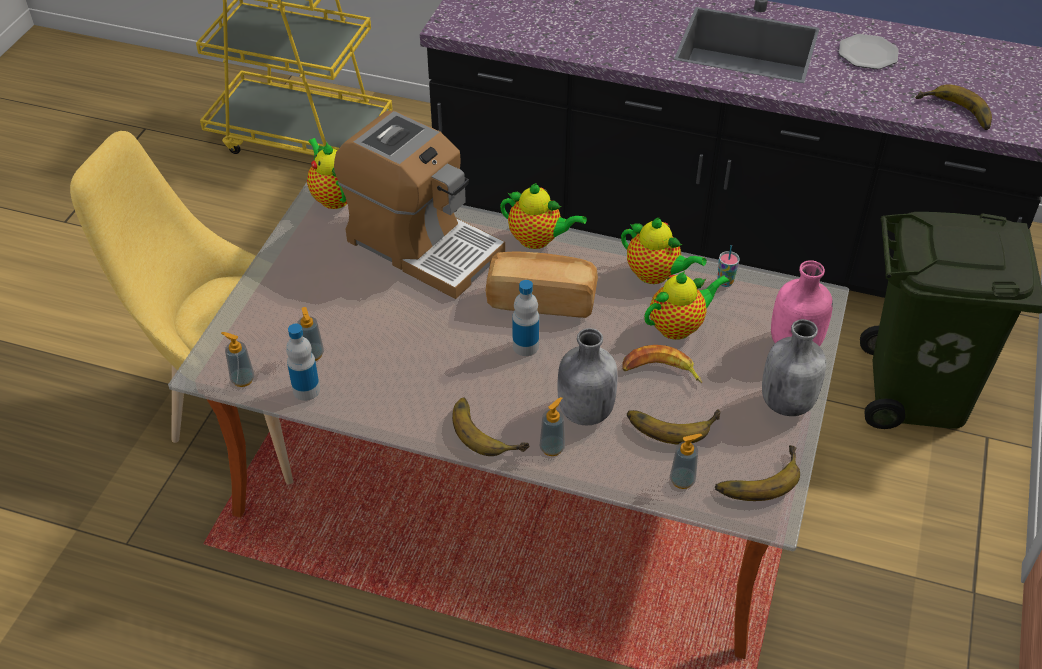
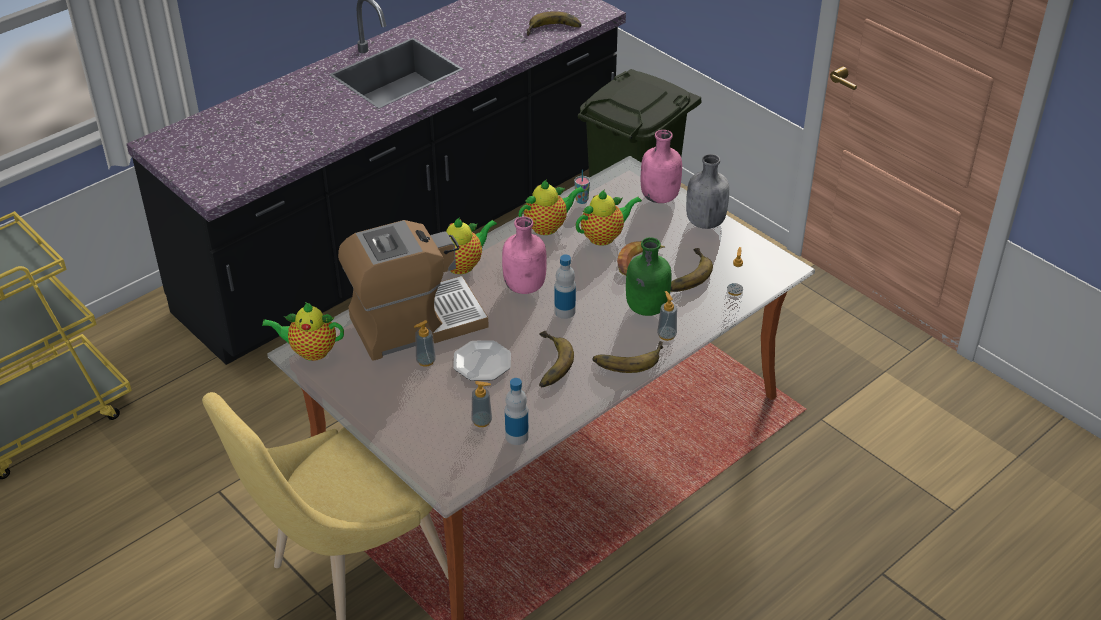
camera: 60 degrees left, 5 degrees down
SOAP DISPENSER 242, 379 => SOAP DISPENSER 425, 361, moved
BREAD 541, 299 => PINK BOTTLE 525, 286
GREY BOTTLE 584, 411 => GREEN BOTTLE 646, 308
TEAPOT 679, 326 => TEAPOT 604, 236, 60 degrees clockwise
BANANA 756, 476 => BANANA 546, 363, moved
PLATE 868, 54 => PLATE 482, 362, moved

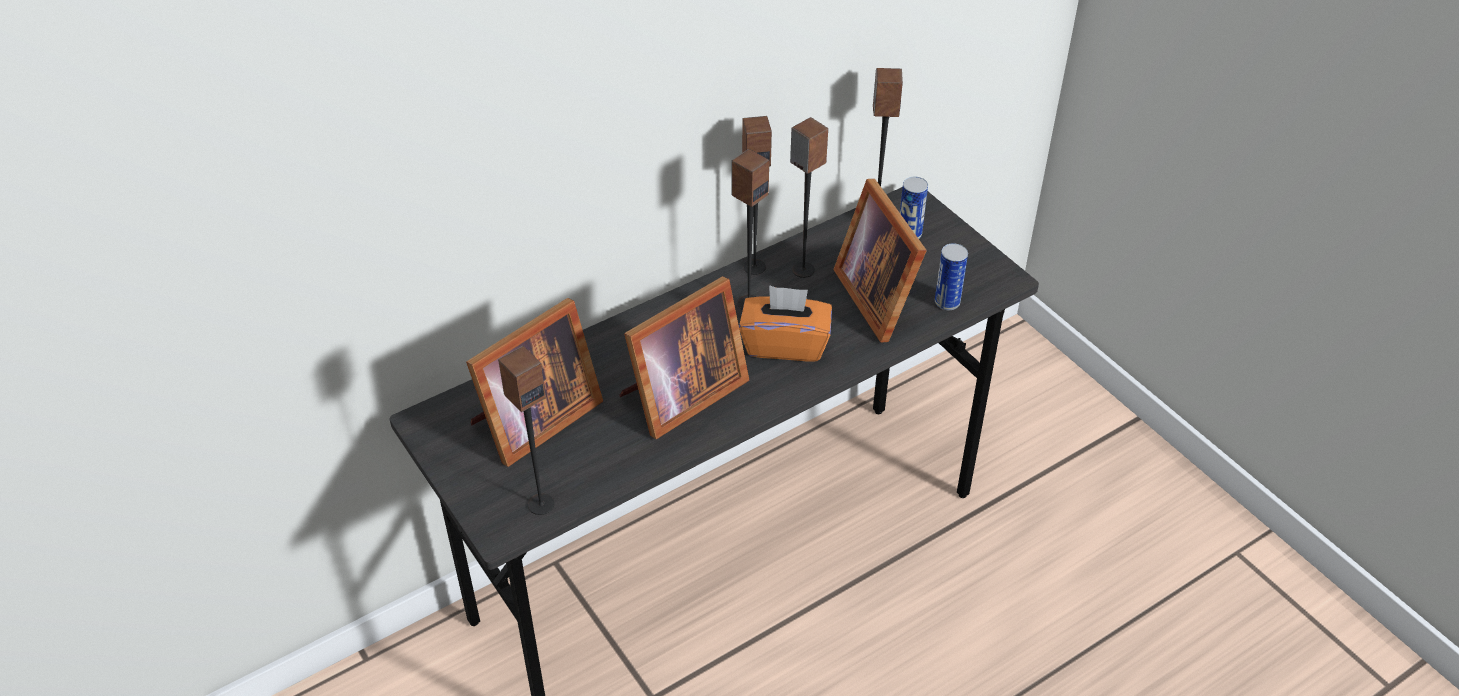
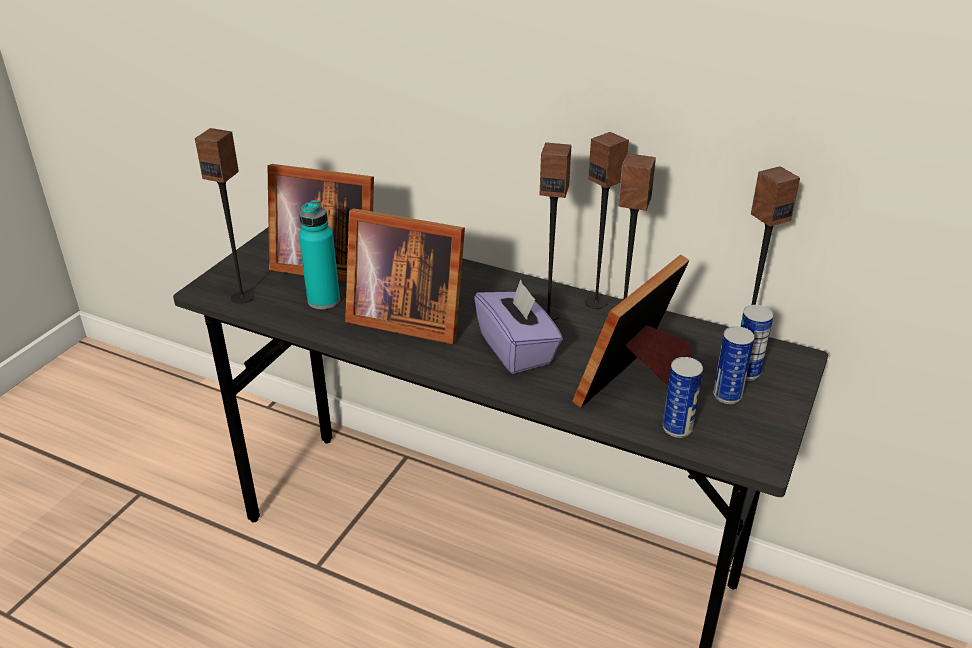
camera: 60 degrees right, 10 degrees down
ORANGE TISSUE BOX 785, 344 => PURPLE TISSUE BOX 517, 349
nothing => TURQUOISE BOTTLE 323, 300
nothing => CAN 727, 395

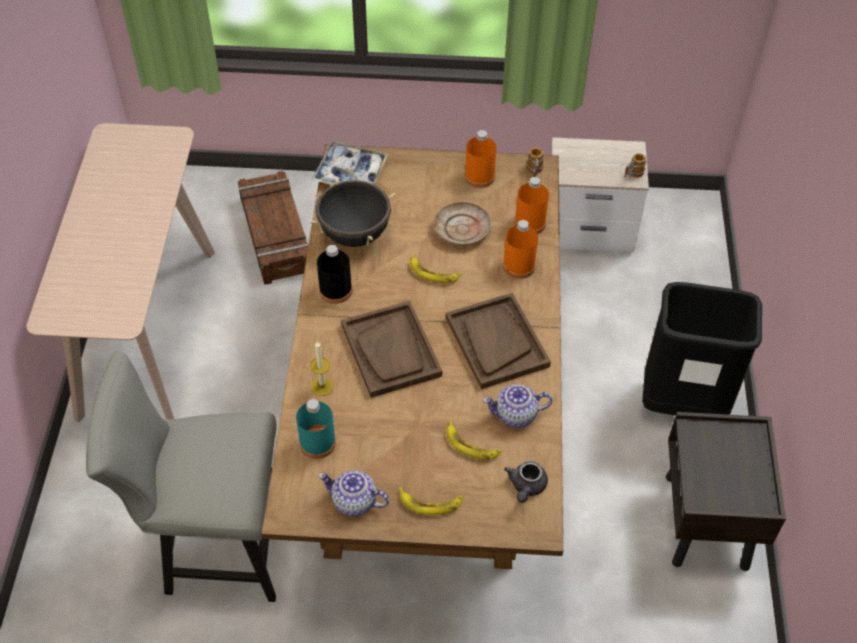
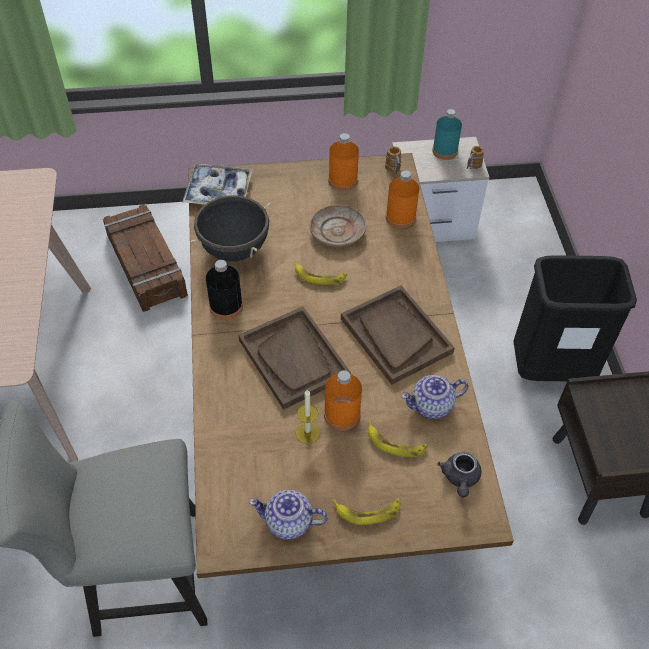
camera: 10 degrees left, 0 degrees up
TURQUOISE BOTTLE 317, 443 => TURQUOISE BOTTLE 445, 151, moved
CANDLE 322, 386 => CANDLE 307, 433, moved
ORANGE BOTTLE 518, 266 => ORANGE BOTTLE 342, 415, moved

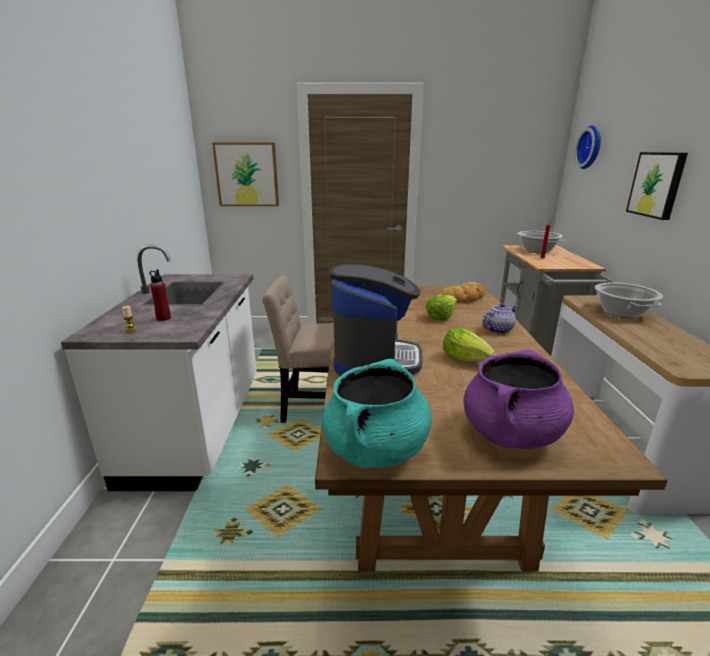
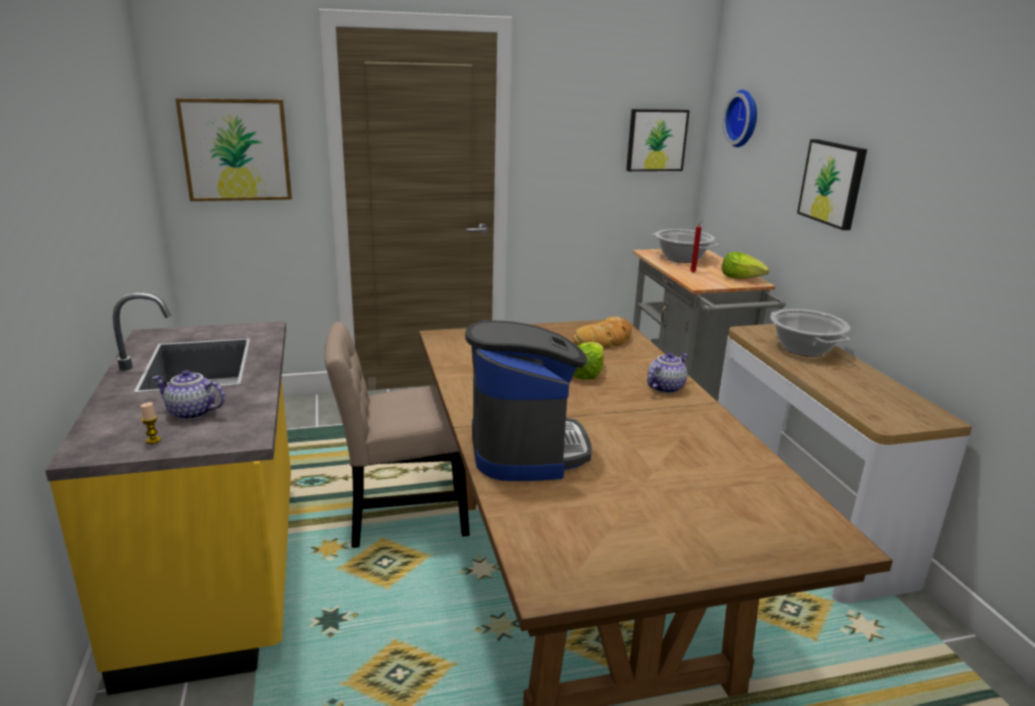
camera: 15 degrees left, 0 degrees up
WHITE COUNTER 199, 428 => YELLOW COUNTER 221, 574
RED BOTTLE 163, 318 => TEAPOT 191, 413
TURQUOISE COOKING POT 375, 450 => nothing
LETTUCE 466, 359 => LETTUCE 741, 278, moved
PURPLE COOKING POT 511, 434 => nothing
nothing => PICTURE 656, 140

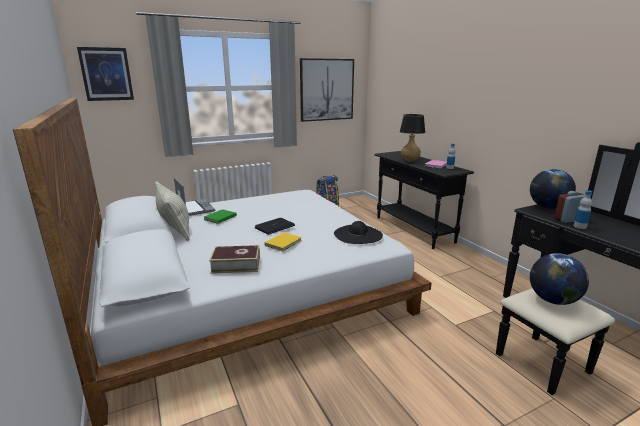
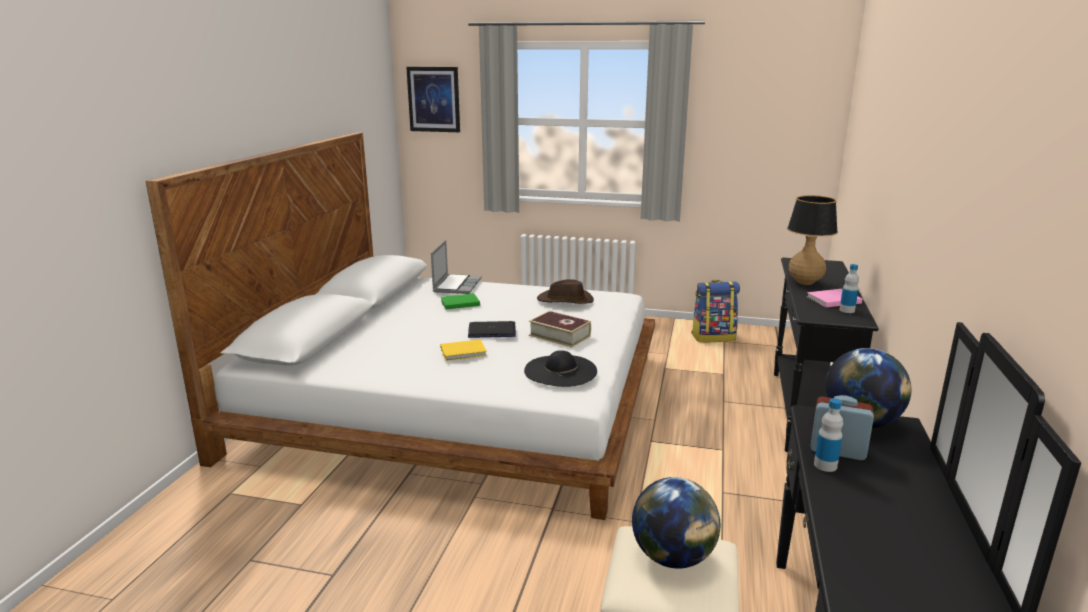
camera: 40 degrees right, 0 degrees up
PILLOW 175, 228 => nothing
BOOK 236, 265 => BOOK 559, 335, moved
PICTURE 327, 90 => nothing
nothing => BROWN HAT 565, 300

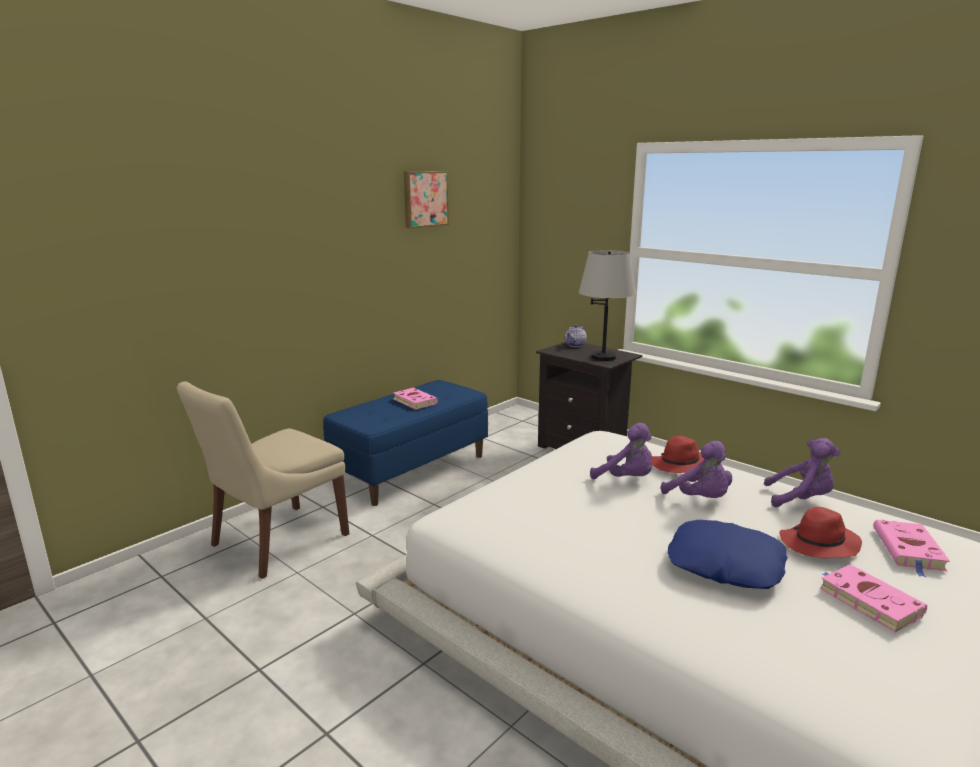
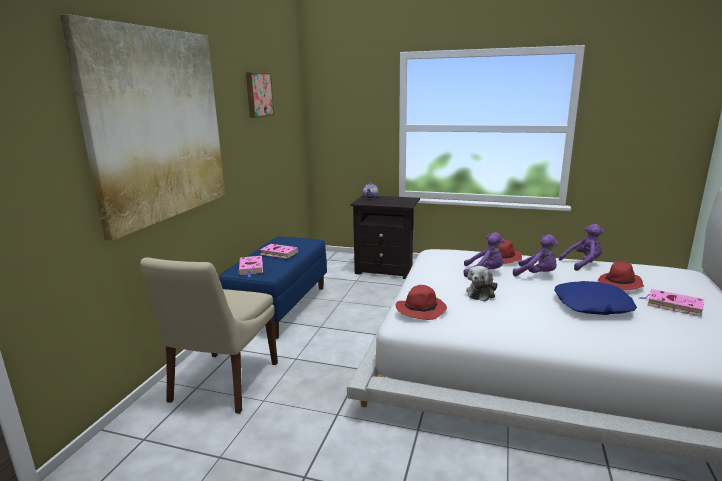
camera: 25 degrees left, 0 degrees up
GREY TABLE LAMP 603, 357 => nothing
PINK BOOK 909, 551 => PINK BOOK 251, 268, moved
nothing => PICTURE 158, 126
nothing => RED HAT 421, 309
nothing => PLUSH TOY 481, 293

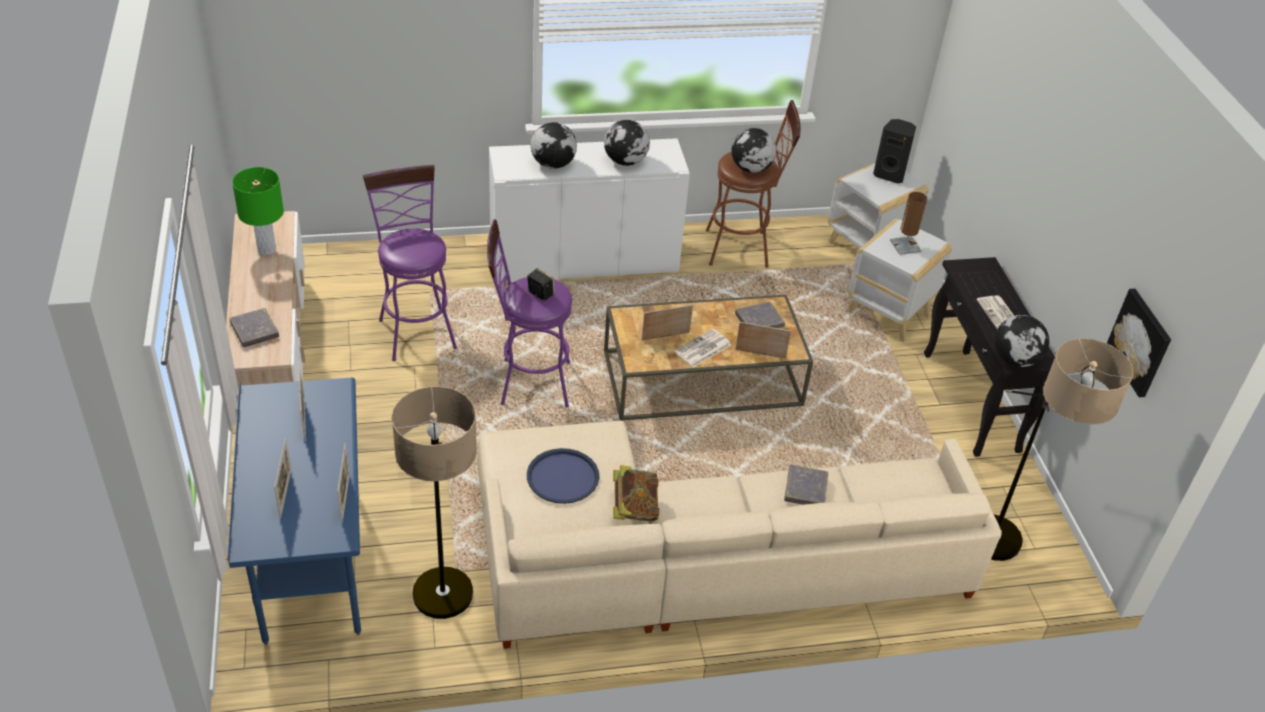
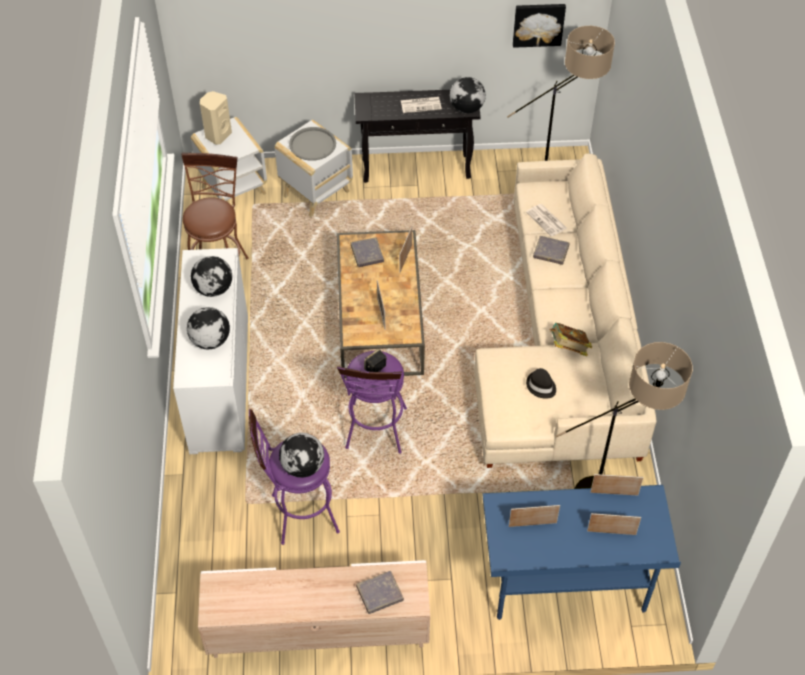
camera: 80 degrees left, 10 degrees up
GREEN TABLE LAMP 267, 249 => nothing
BLUE TRAY 562, 477 => BLACK HAT 541, 386
NEWSPAPER 702, 349 => NEWSPAPER 547, 220, moved
GLOBE 750, 169 => GLOBE 303, 467, moved
BLACK SPEAKER 890, 175 => BEIGE SPEAKER 217, 135
BROWN TABLE LAMP 905, 246 => GREY TRAY 312, 144

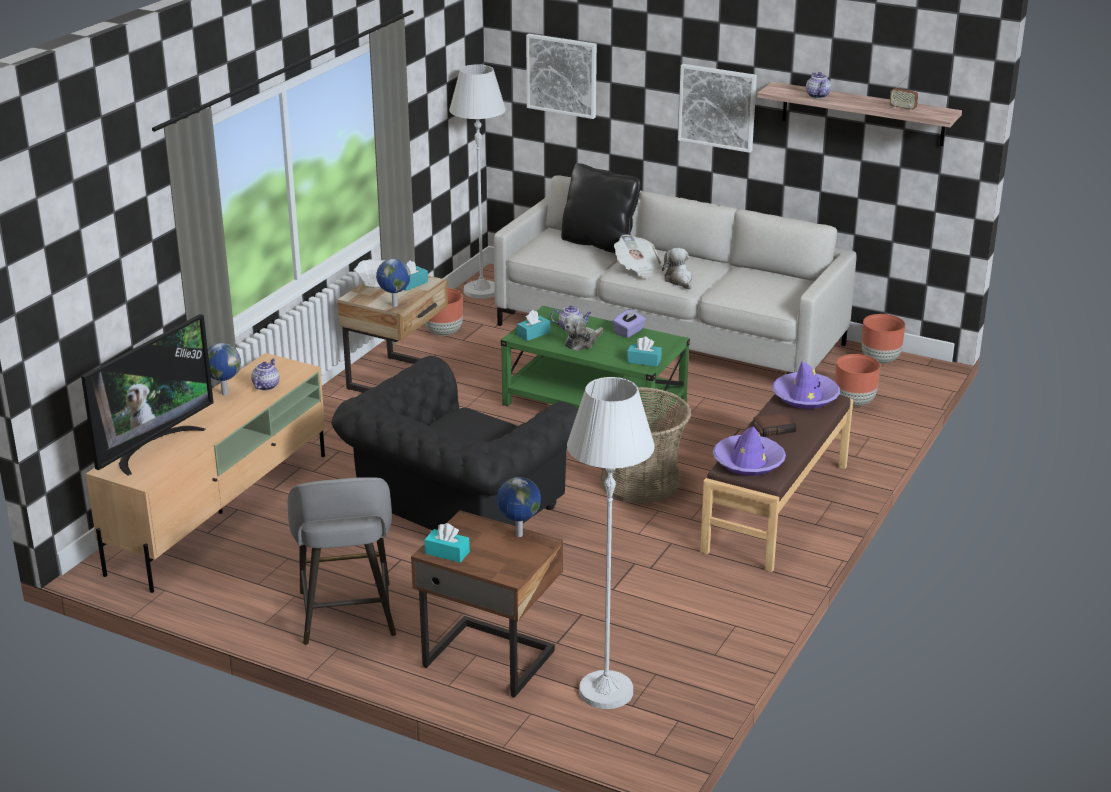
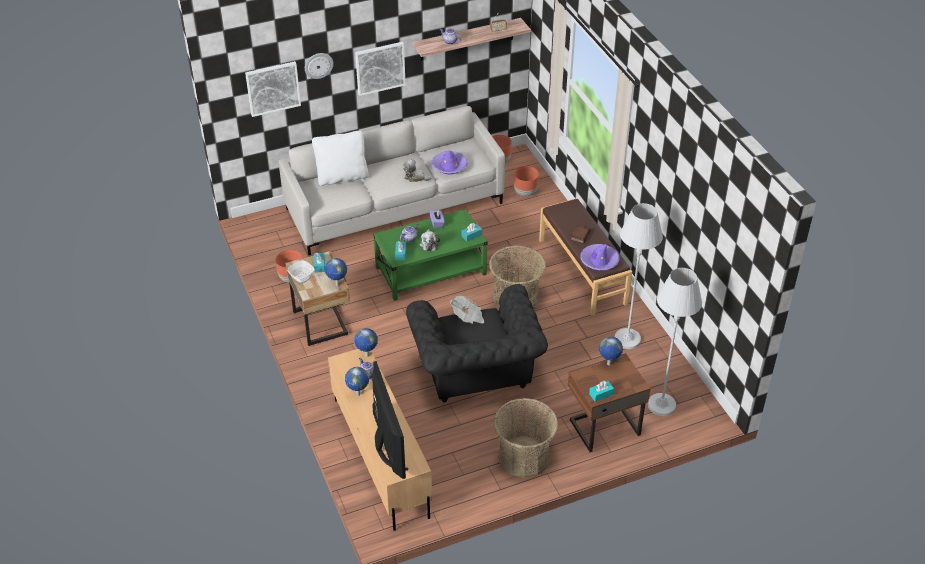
camera: 50 degrees left, 15 degrees up
GREY STOOL 347, 616 => BASKET 524, 457
WHITE FLOOR LAMP 481, 291 => WHITE FLOOR LAMP 627, 339, moved
BLACK PILLOW 599, 244 => WHITE PILLOW 342, 177
NEWSPAPER 638, 269 => NEWSPAPER 467, 317, moved
PURPLE HAT 805, 397 => PURPLE HAT 449, 166, moved
nothing => WALL CLOCK 318, 65
nothing => GLOBE 367, 355

